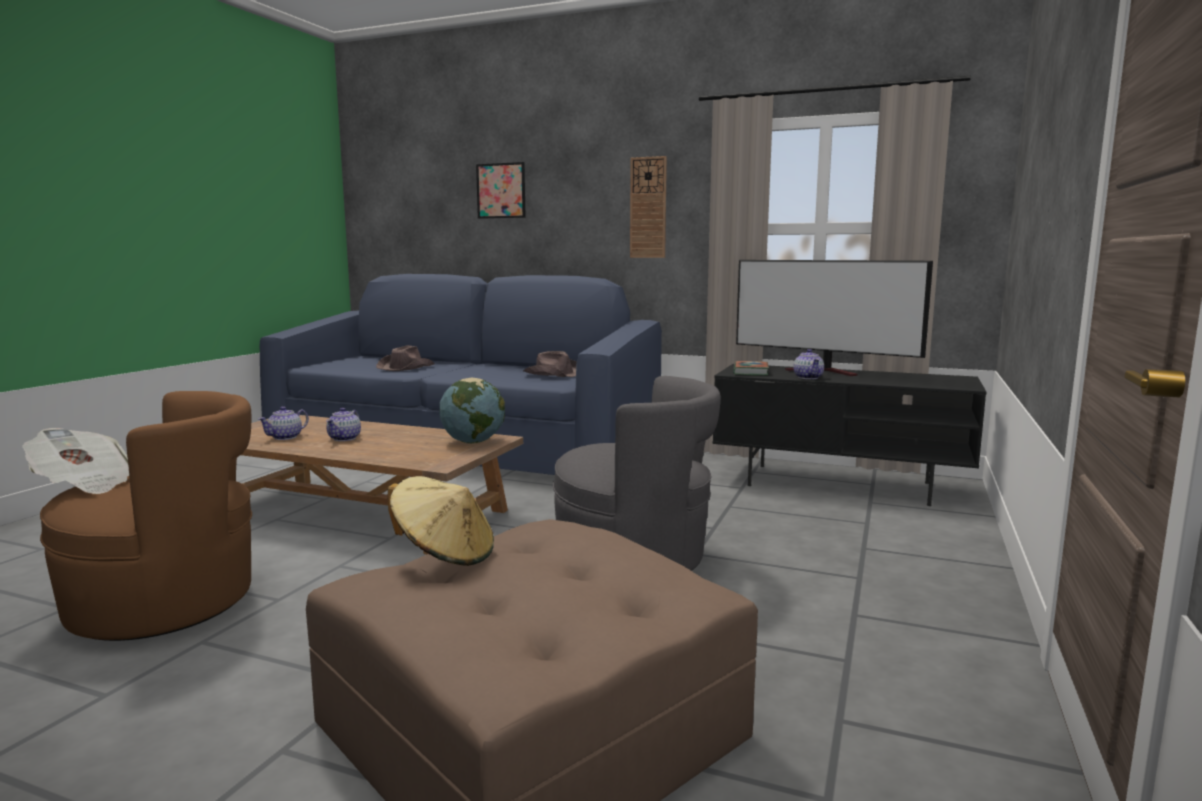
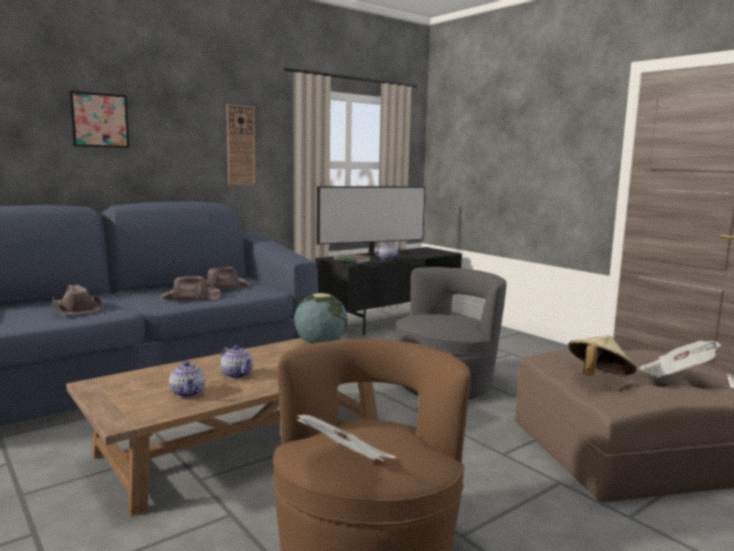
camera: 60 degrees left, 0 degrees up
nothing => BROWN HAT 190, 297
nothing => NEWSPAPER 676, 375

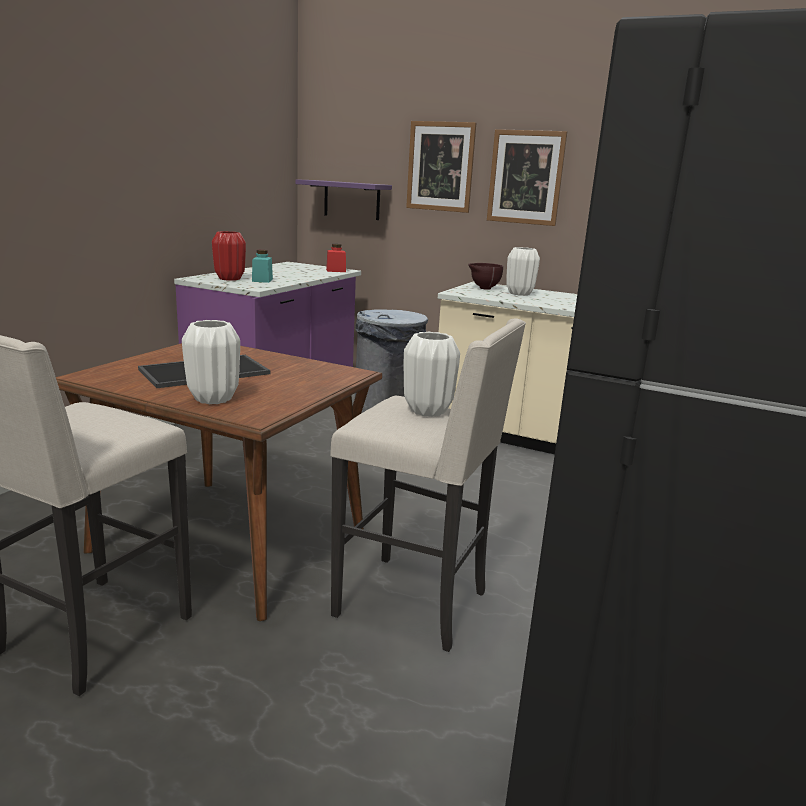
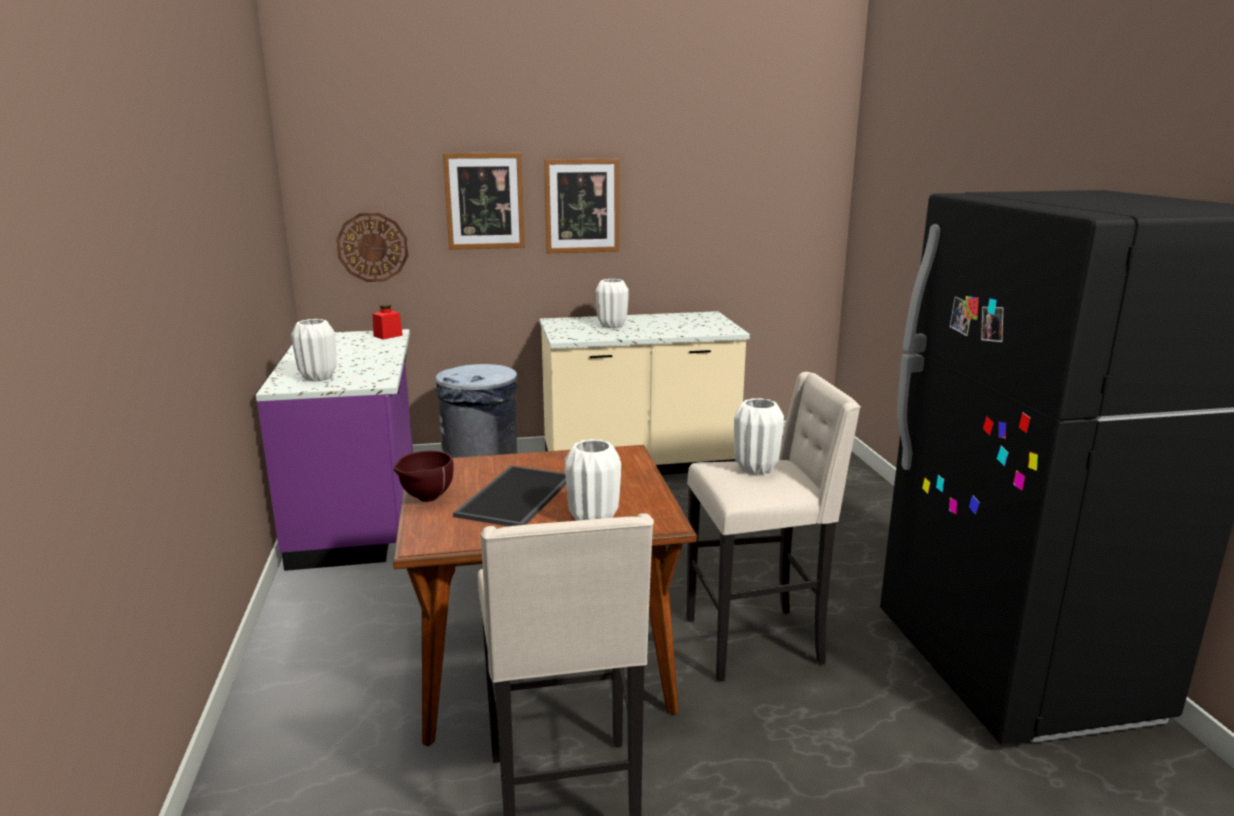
camera: 35 degrees left, 0 degrees up
RED VASE 229, 279 => WHITE VASE 318, 378
TURQUOISE JAR 262, 280 => nothing
PURPLE SHELF 352, 200 => WALL CLOCK 372, 247
BROWN BOWL 483, 288 => BROWN BOWL 425, 499, moved

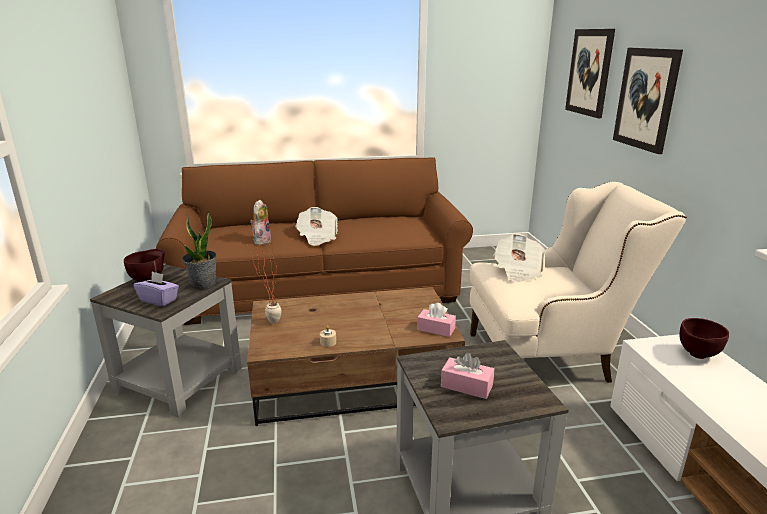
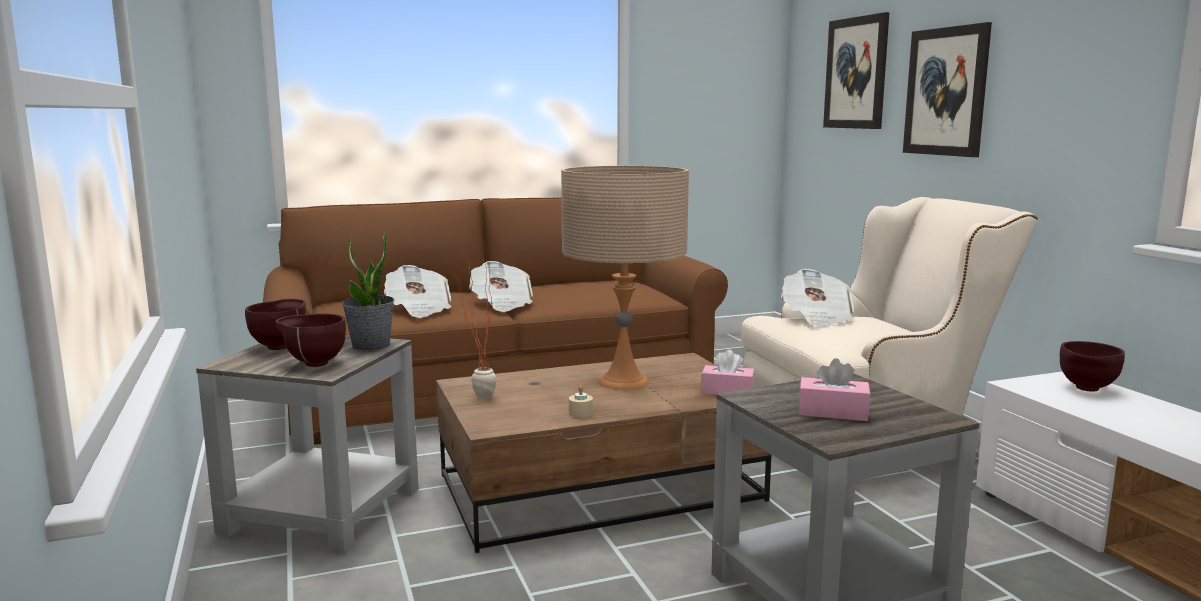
camera: 10 degrees left, 10 degrees down
PURPLE TISSUE BOX 159, 300 => BROWN BOWL 313, 363
PLUSH TOY 261, 241 => NEWSPAPER 419, 309
nothing => BEIGE TABLE LAMP 623, 381

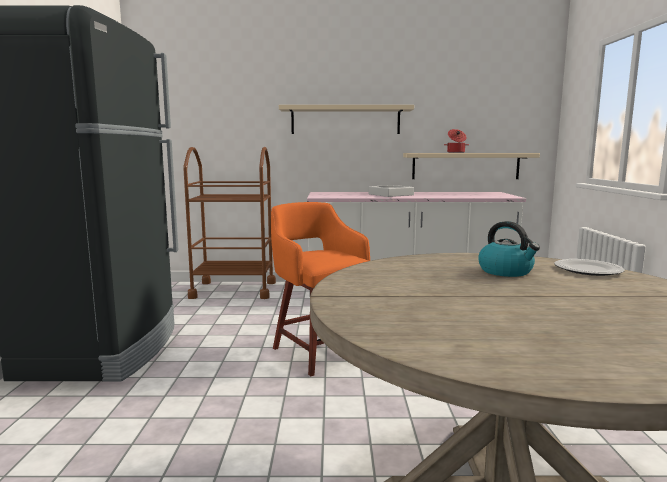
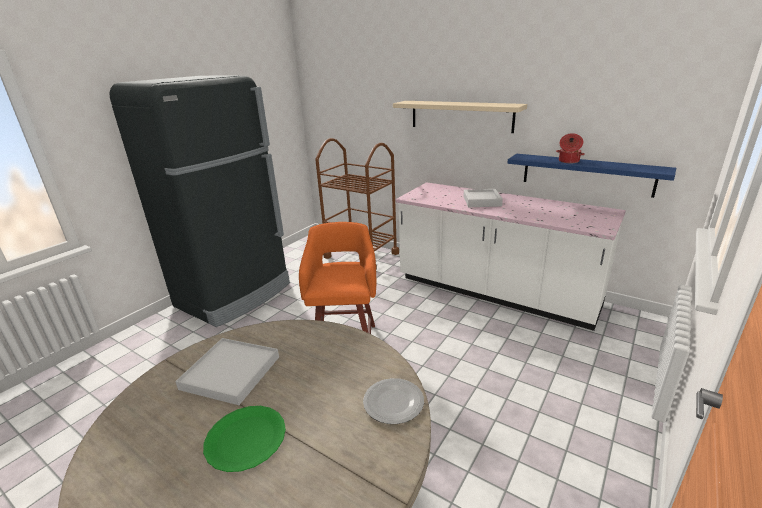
camera: 35 degrees right, 15 degrees up
BEIGE SHELF 465, 166 => BLUE SHELF 586, 174
KETTLE 506, 271 => nothing
nothing => WHITE TRAY 231, 373
nothing => GREEN PLATE 246, 438

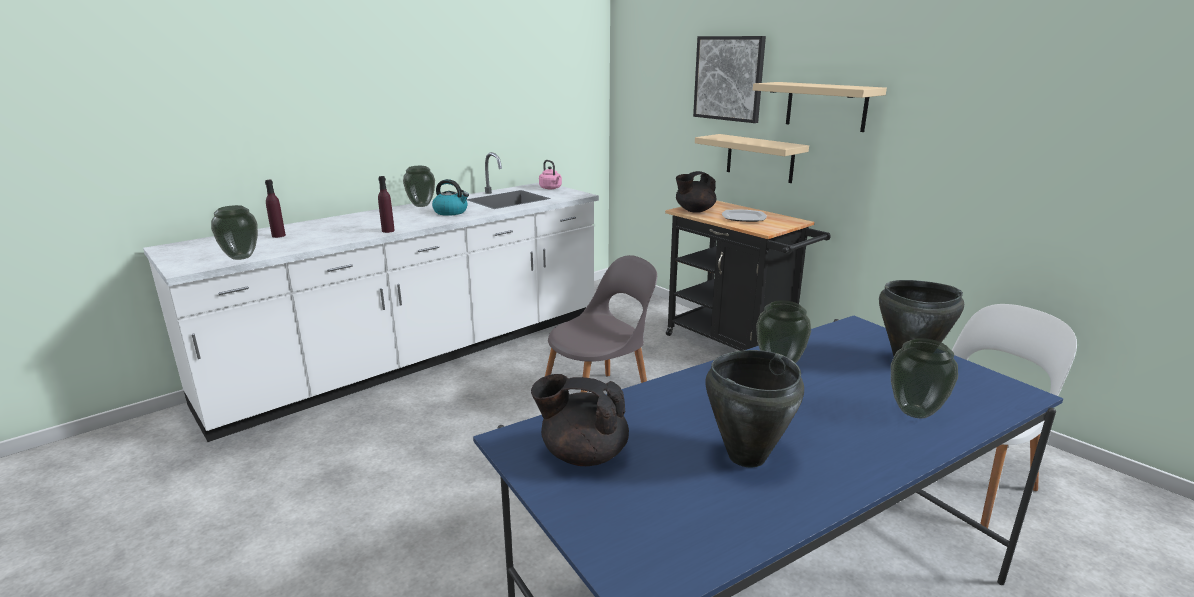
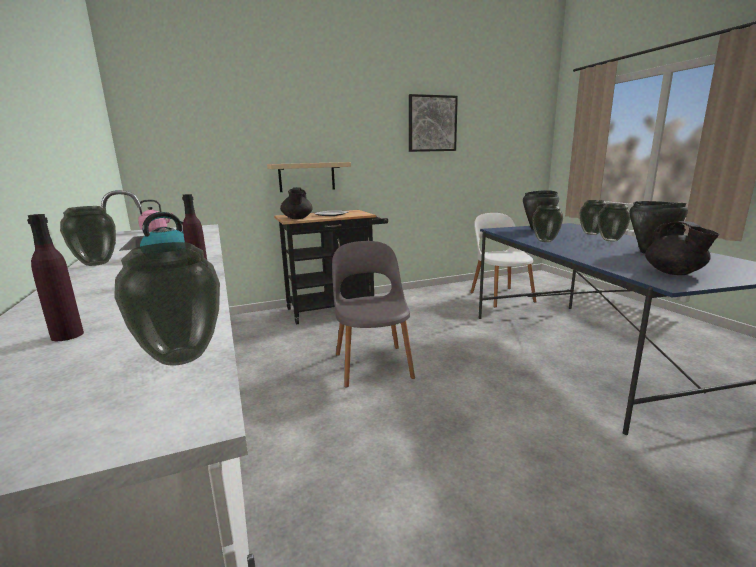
camera: 70 degrees left, 5 degrees down
BLACK TEAPOT 583, 454 => BLACK TEAPOT 674, 273, 45 degrees counterclockwise
PICTURE 729, 78 => PICTURE 432, 123, moved
BEIGE SHELF 826, 106 => nothing
nothing => VASE 611, 240

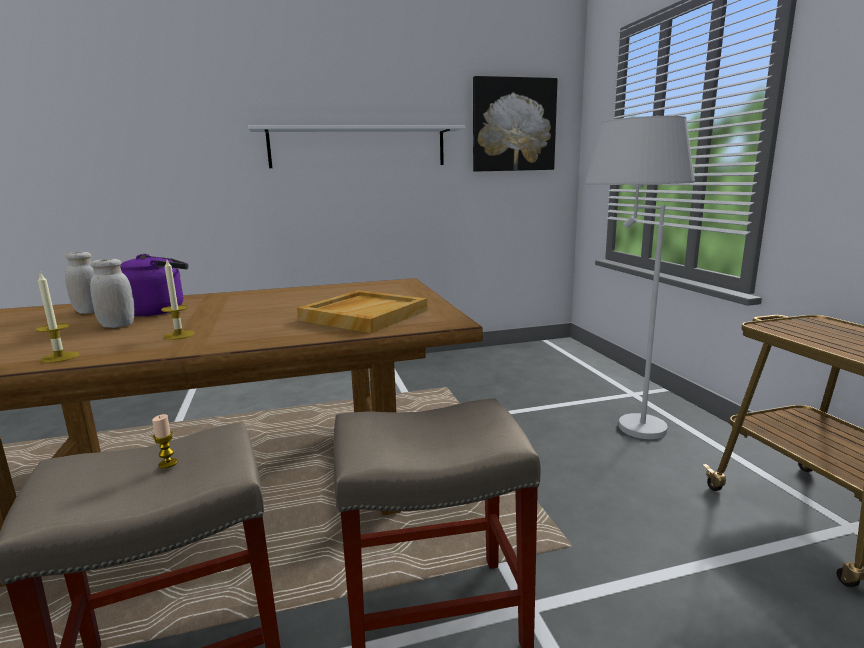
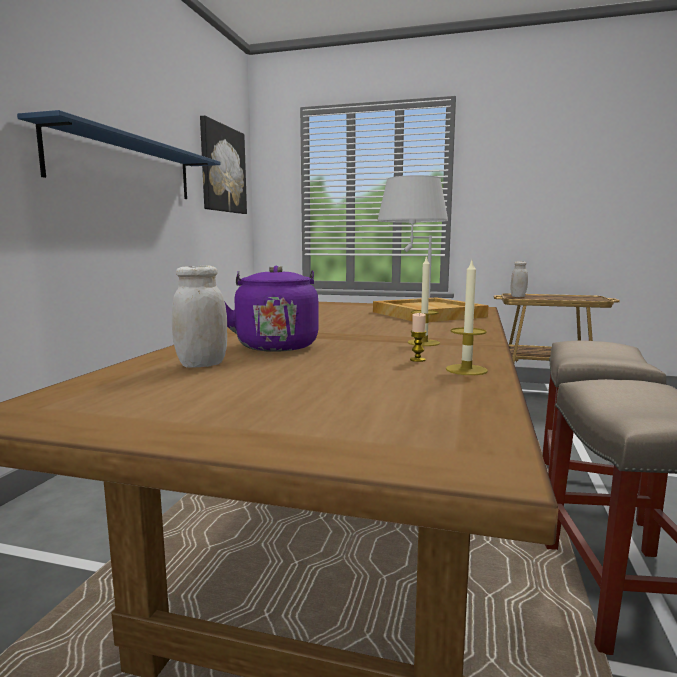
camera: 60 degrees left, 5 degrees down
WHITE JAR 117, 325 => WHITE JAR 518, 296, moved
CANDLE 168, 463 => CANDLE 417, 360, moved
WHITE SHELF 358, 147 => BLUE SHELF 126, 167

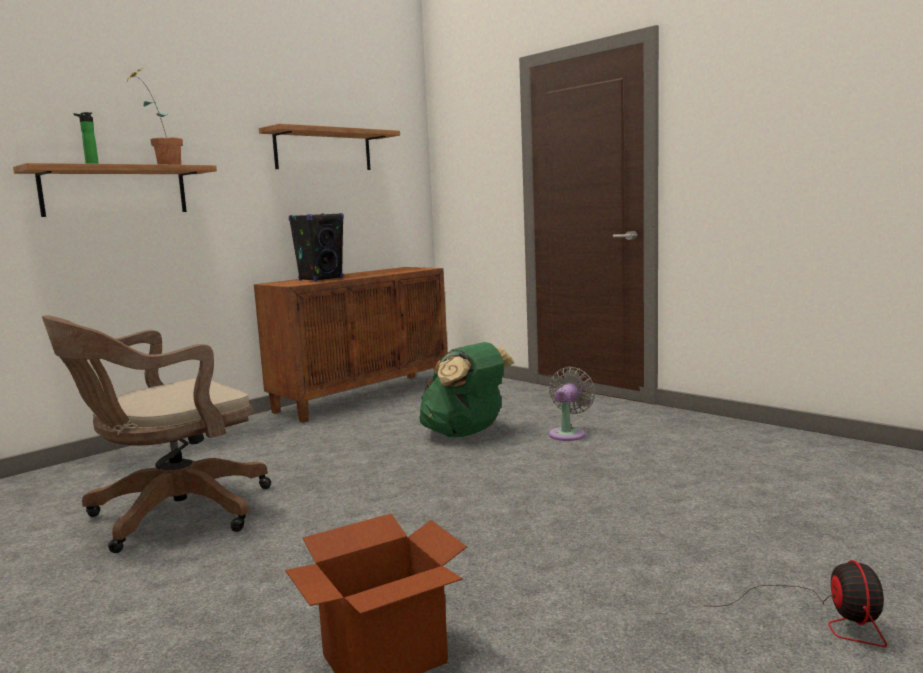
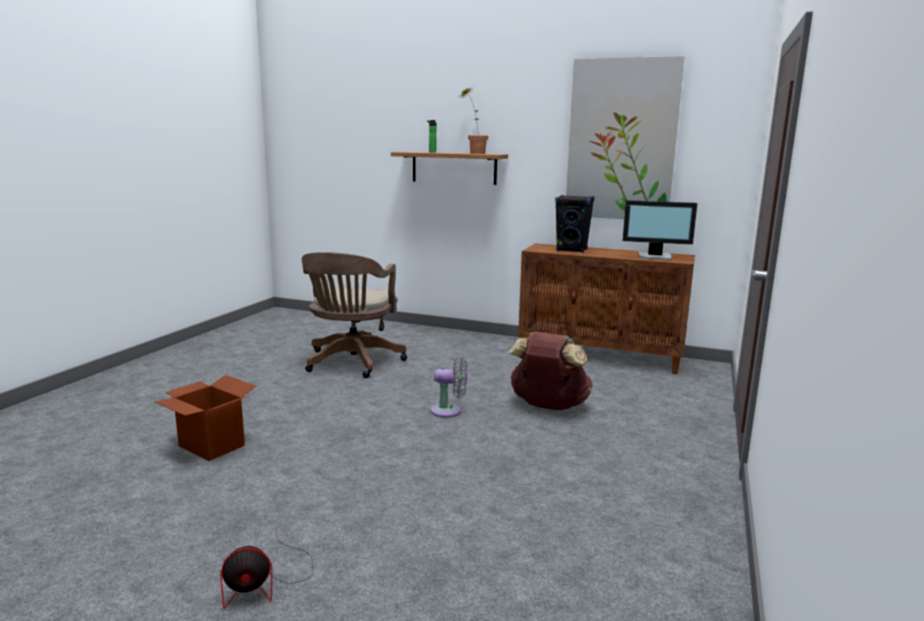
camera: 65 degrees right, 5 degrees up
BROWN OFFICE CHAIR 171, 515 => BROWN OFFICE CHAIR 352, 363, 105 degrees counterclockwise
SHELF 323, 150 => PICTURE 621, 140
GREEN BACKPACK 465, 433 => BROWN BACKPACK 548, 406
GREY FAN 568, 433 => GREY FAN 449, 411, moved
nothing => MONITOR 655, 257

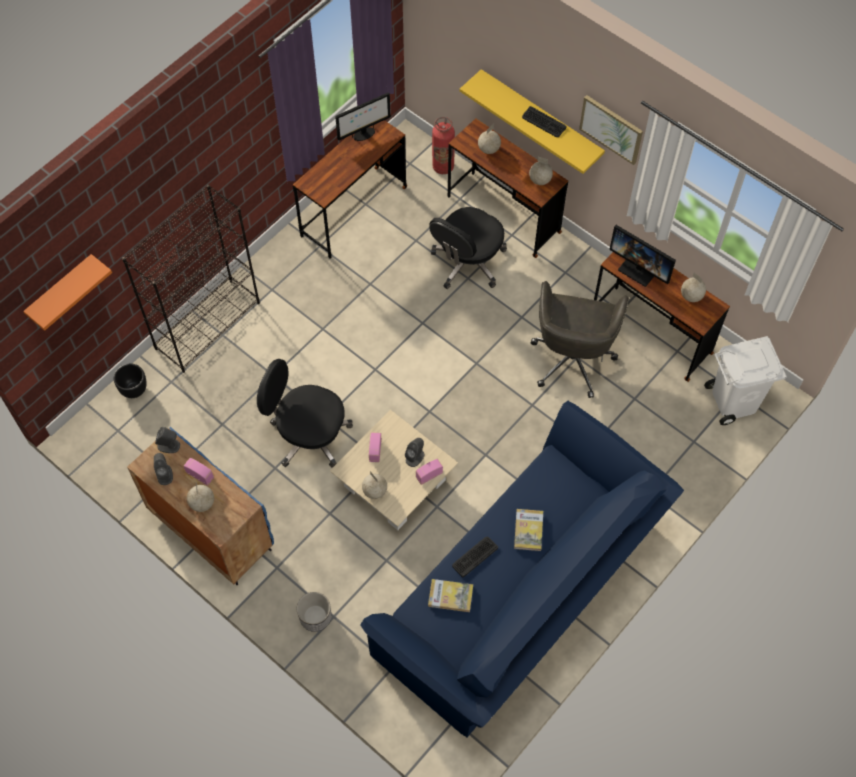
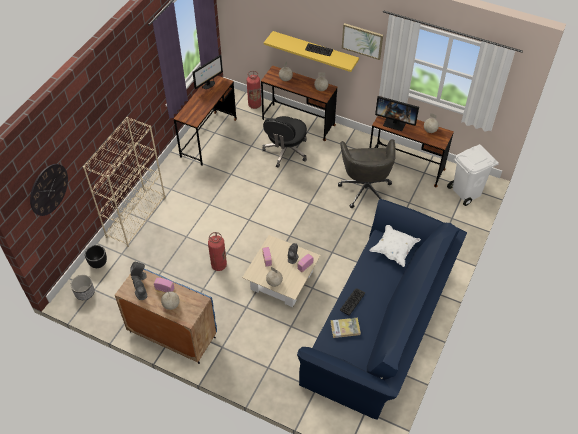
camera: 15 degrees left, 10 degrees down
ORANGE SHELF 61, 291 => WALL CLOCK 48, 189
BLACK BOOKCASE 208, 325 => BEIGE BOOKCASE 136, 217
BLACK OFFICE CHAIR 308, 435 => FIRE EXTINGUISHER 219, 265
PLANTER 315, 617 => PLANTER 84, 293, moved
BOOK 528, 530 => nothing
nothing => WHITE PILLOW 394, 250

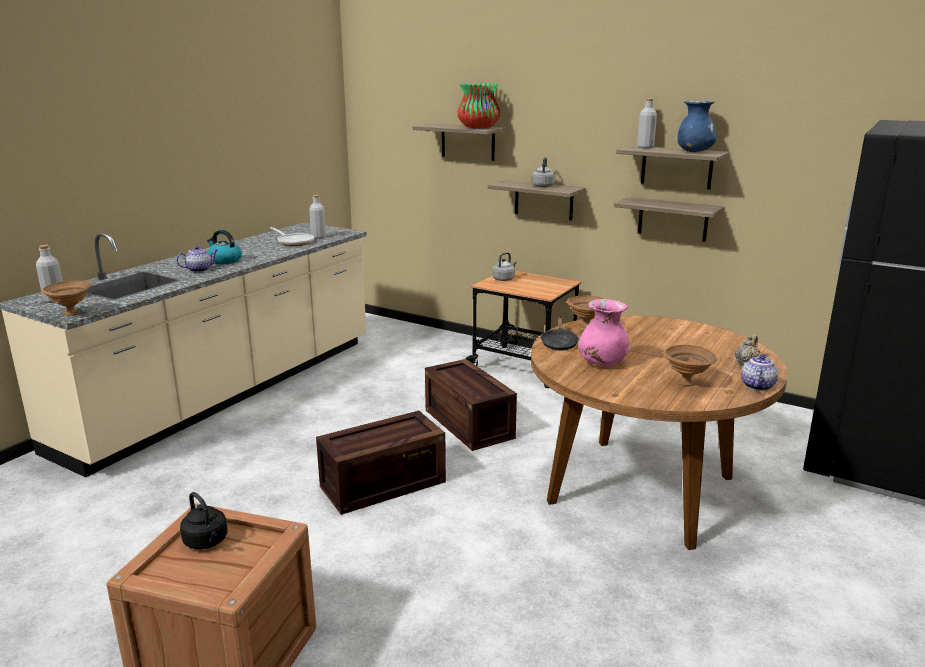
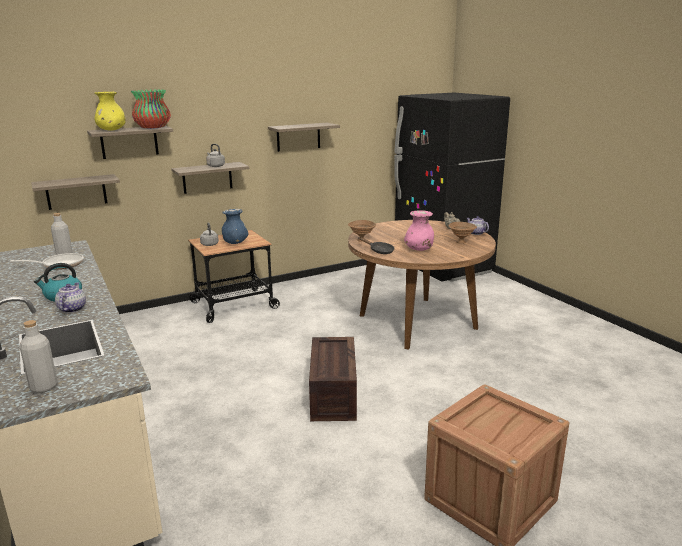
camera: 60 degrees left, 0 degrees up
BROWN BOWL 72, 314 => nothing
BLACK KETTLE 207, 542 => nothing
CRATE 471, 424 => nothing
SHELF 673, 219 => SHELF 76, 192, moved
GREY BOTTLE 645, 147 => nothing
BLUE VASE 694, 152 => BLUE VASE 235, 243, moved
nothing => YELLOW VASE 111, 130

